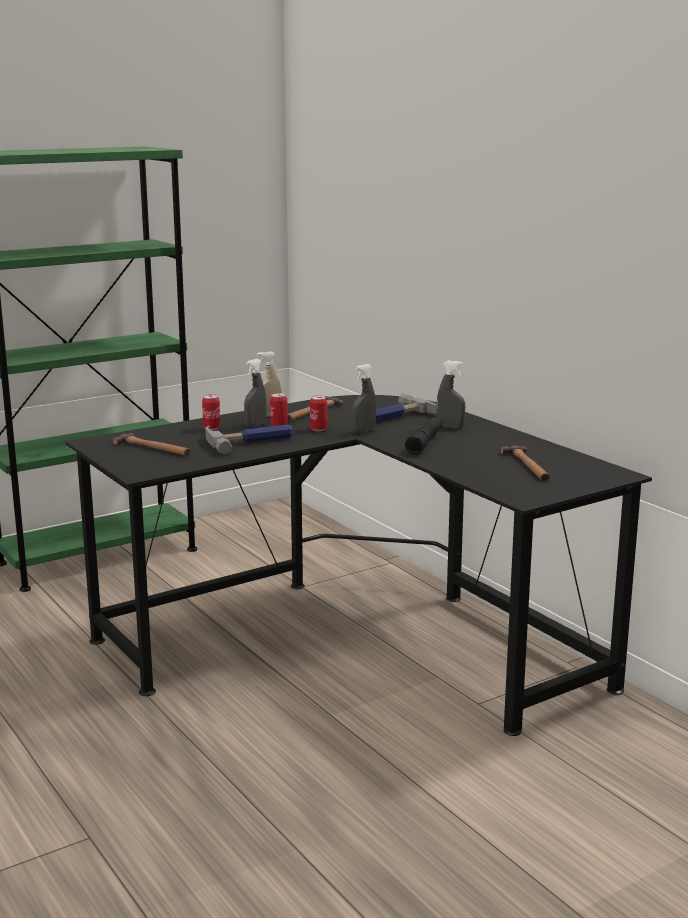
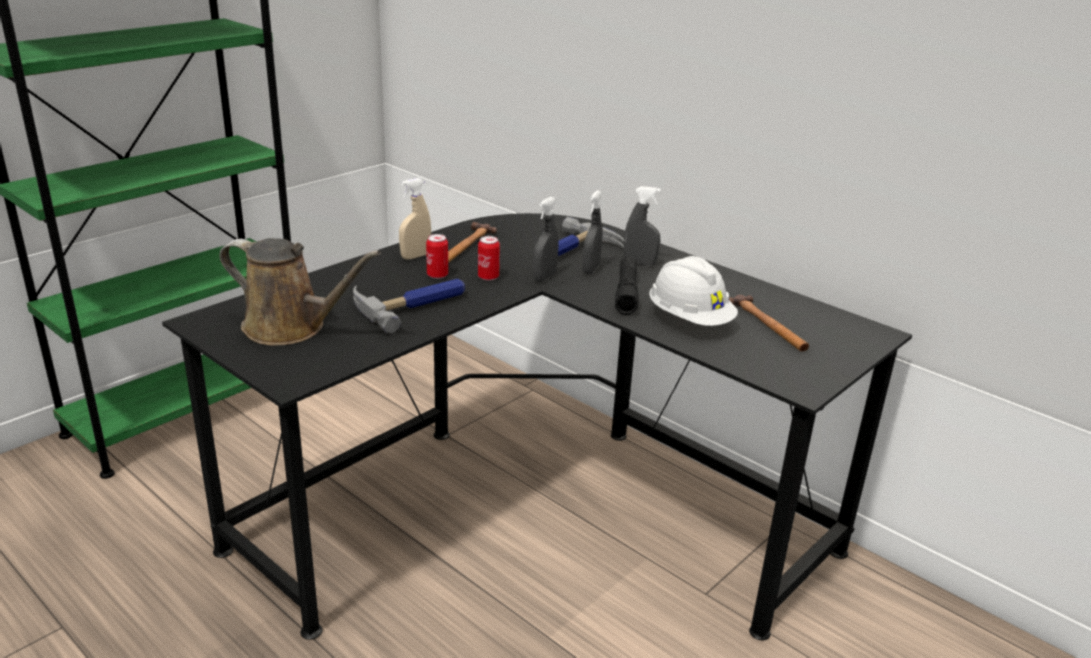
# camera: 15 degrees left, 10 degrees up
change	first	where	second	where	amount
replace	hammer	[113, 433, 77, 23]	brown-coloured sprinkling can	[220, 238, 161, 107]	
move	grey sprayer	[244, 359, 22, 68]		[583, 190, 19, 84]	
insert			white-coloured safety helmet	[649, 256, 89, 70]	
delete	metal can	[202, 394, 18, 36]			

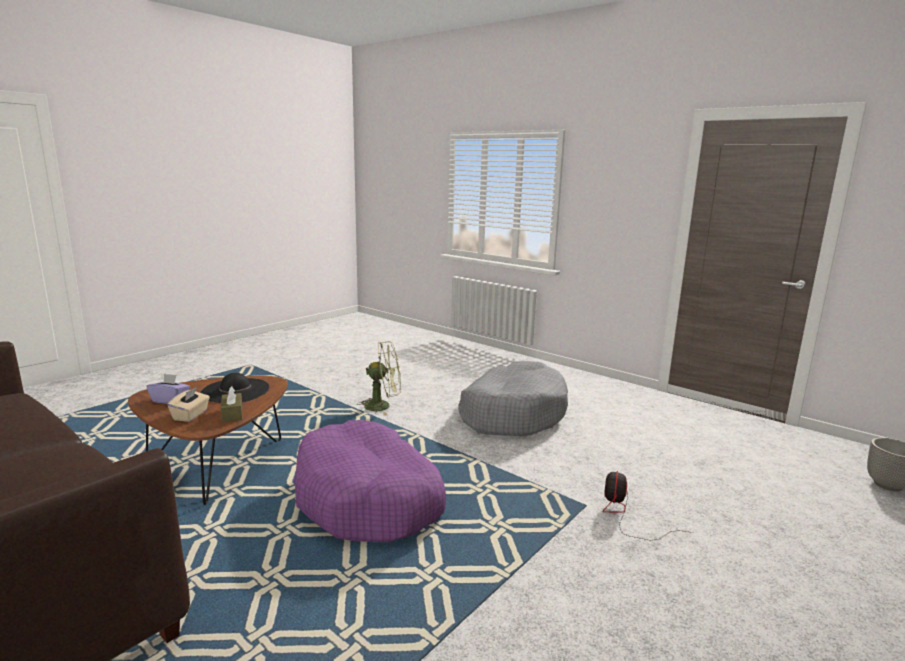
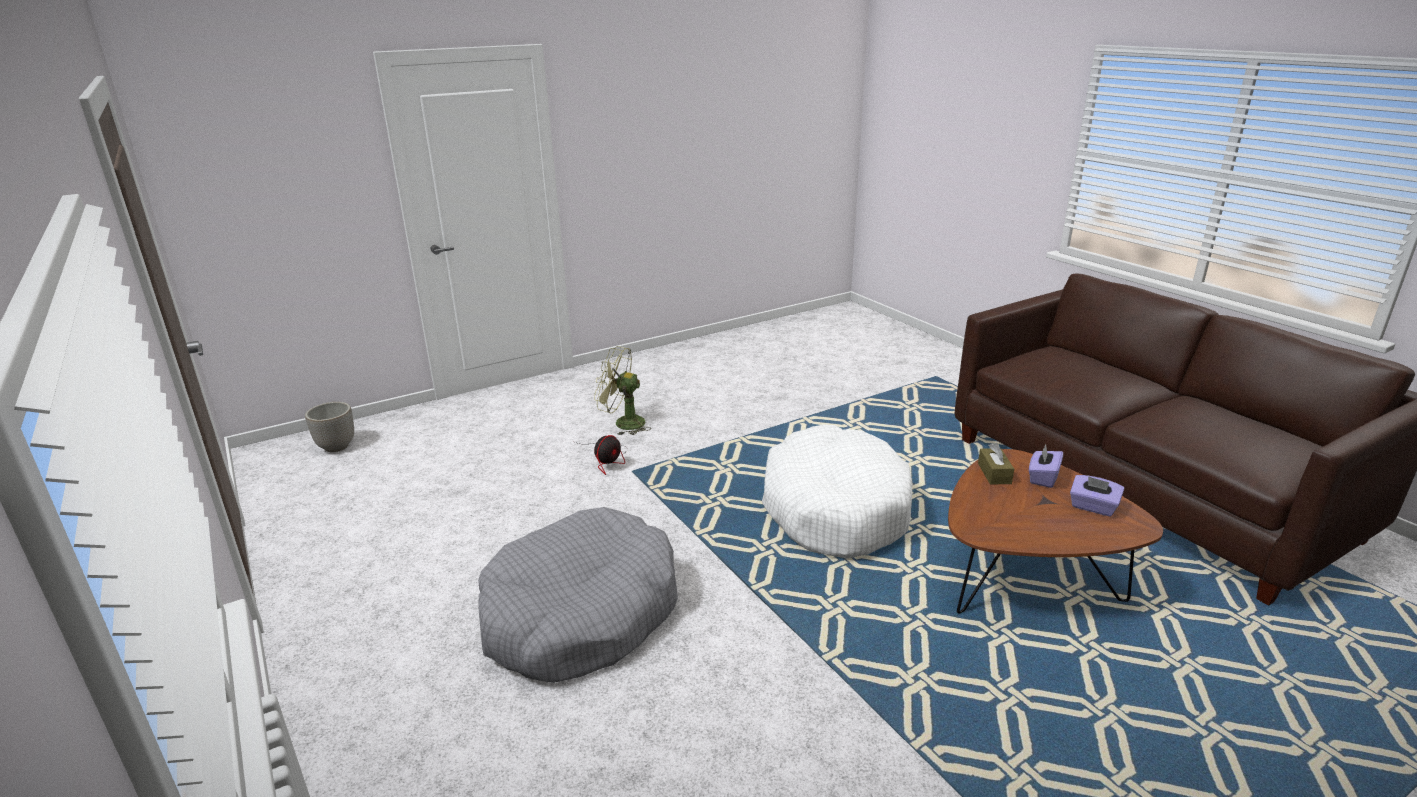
# camera: 160 degrees left, 10 degrees up
change	first	where	second	where	amount
move	green cooling fan	[357, 341, 44, 74]		[594, 346, 56, 89]	
recolor	purplish pet bed	[294, 420, 152, 122]	white-coloured pet bed	[762, 425, 150, 134]	
recolor	beige-coloured tissue box	[168, 387, 42, 35]	purplish tissue box	[1029, 445, 34, 43]	
delete	black hat	[200, 373, 69, 30]			

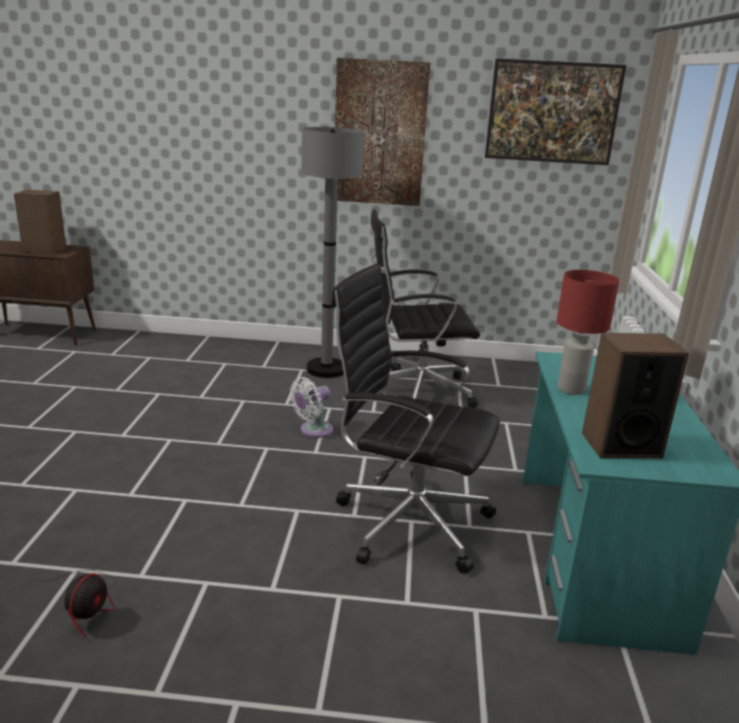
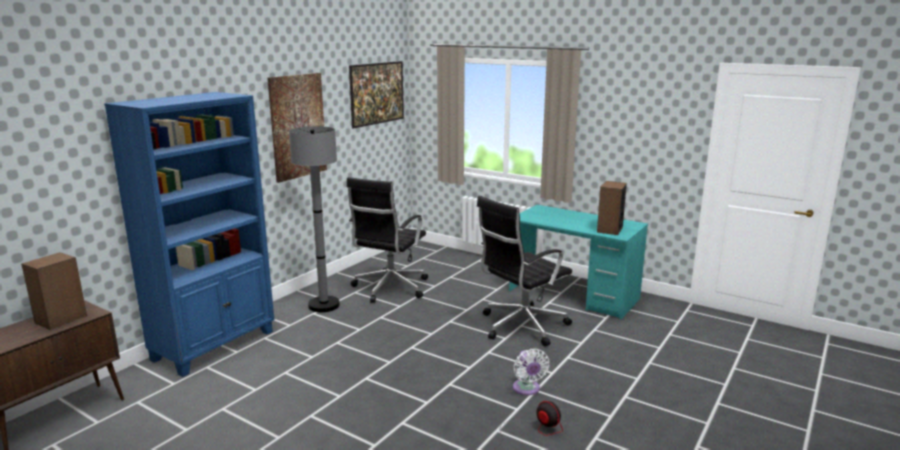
# camera: 60 degrees left, 5 degrees down
change	first	where	second	where	amount
insert			blue-coloured bookcase	[104, 92, 170, 285]	
move	white-coloured cooling fan	[290, 377, 43, 61]		[513, 349, 36, 46]	
delete	red-coloured tabletop lamp	[556, 270, 64, 125]			

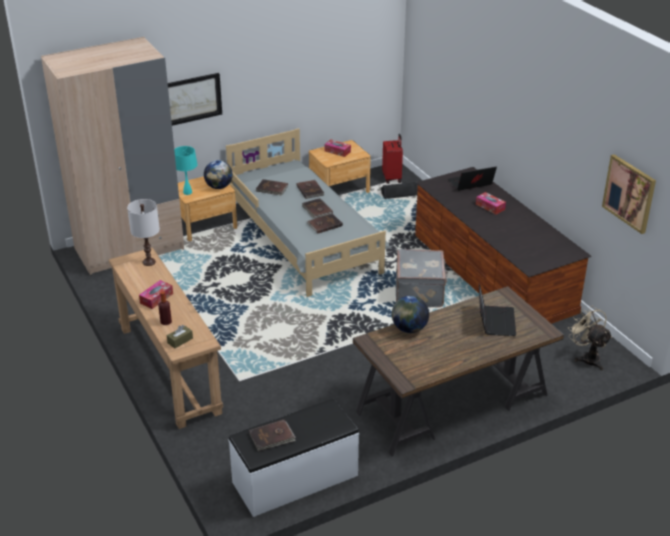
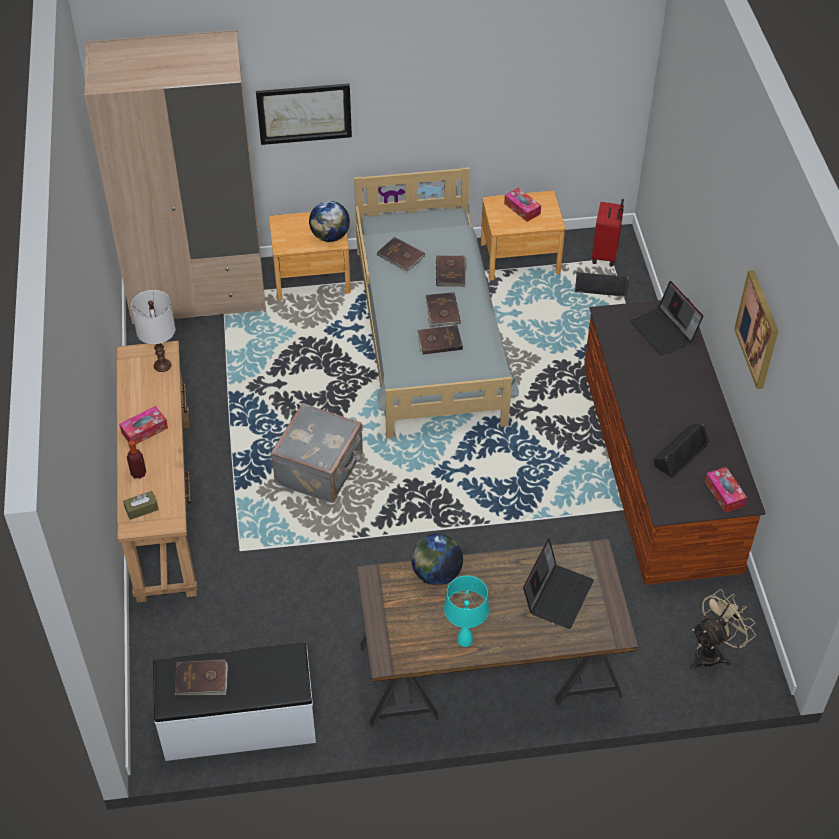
# camera: 20 degrees right, 15 degrees up
change	first	where	second	where	amount
move	grey travel case	[396, 249, 51, 58]		[271, 403, 92, 100]	
move	blue-green tabletop lamp	[174, 146, 24, 49]		[444, 576, 45, 71]	
rotate	portable computer	[448, 166, 49, 25]		[630, 281, 73, 75]	120 degrees counterclockwise
insert			black audio speaker	[653, 423, 57, 56]	
rotate	beige-coloured cooling fan	[568, 306, 44, 64]		[690, 589, 66, 81]	60 degrees clockwise
move	tissue box	[476, 192, 30, 23]		[705, 467, 42, 46]	
move	picture	[602, 154, 54, 80]		[734, 270, 44, 119]	

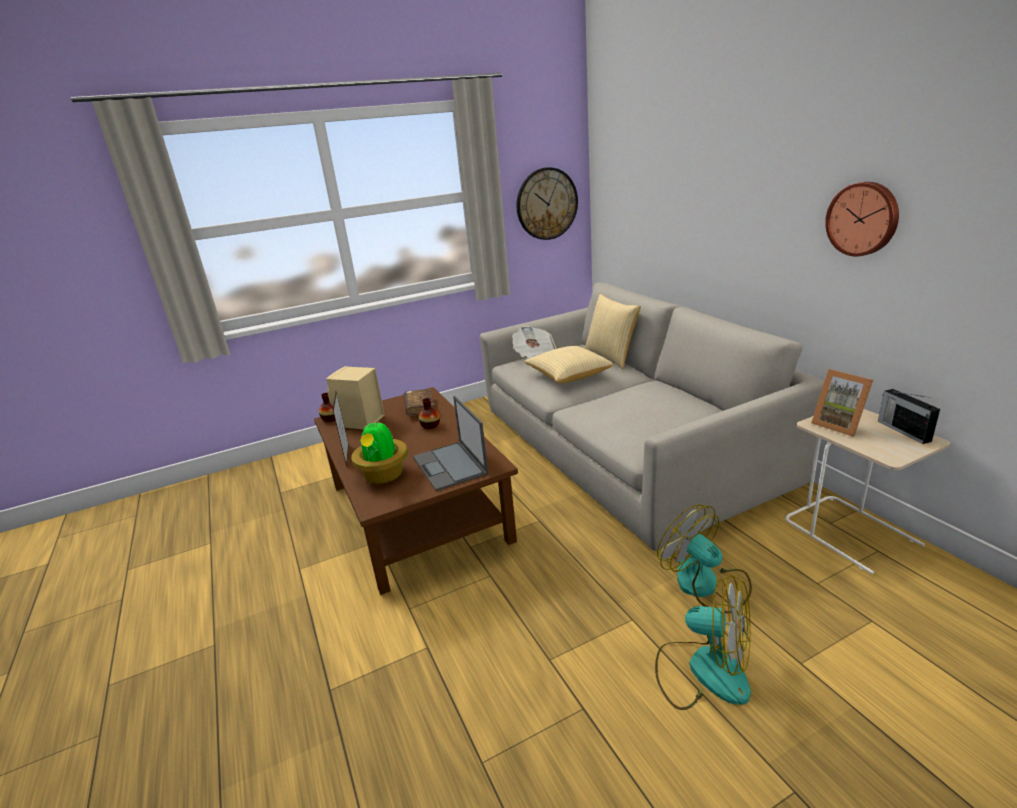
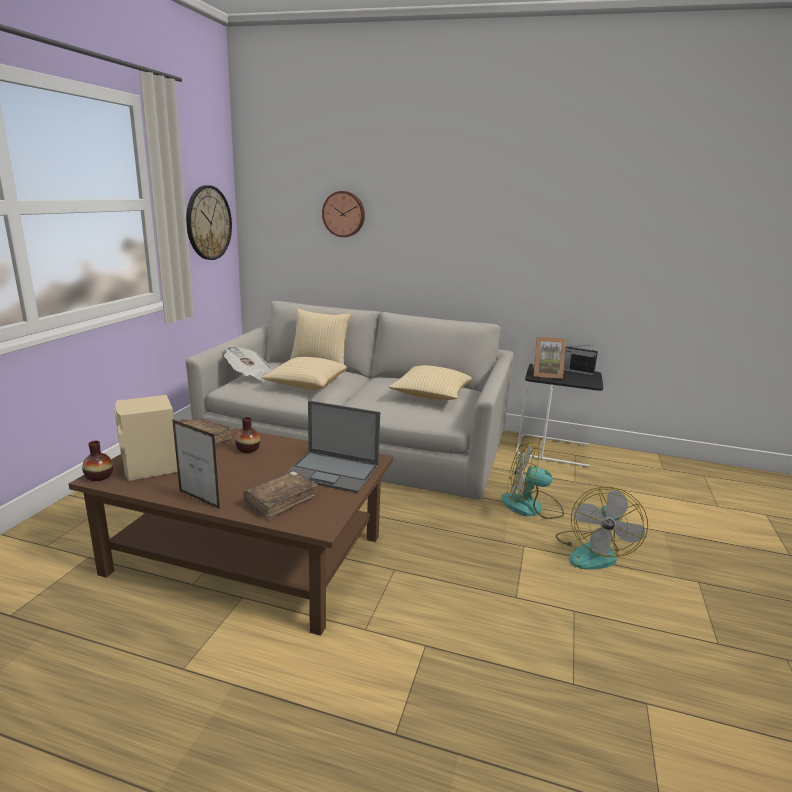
# camera: 50 degrees left, 5 degrees down
change	first	where	second	where	amount
replace	potted plant	[351, 418, 57, 66]	brown-coloured bound book	[244, 471, 74, 49]	
move	hanging clock	[825, 182, 74, 74]		[322, 191, 43, 46]	
insert			throw pillow	[389, 365, 83, 35]	
recolor	beige-coloured accent table	[785, 409, 165, 166]	black accent table	[516, 364, 87, 103]	
rotate	cooling fan	[655, 574, 96, 136]		[556, 487, 92, 83]	135 degrees clockwise

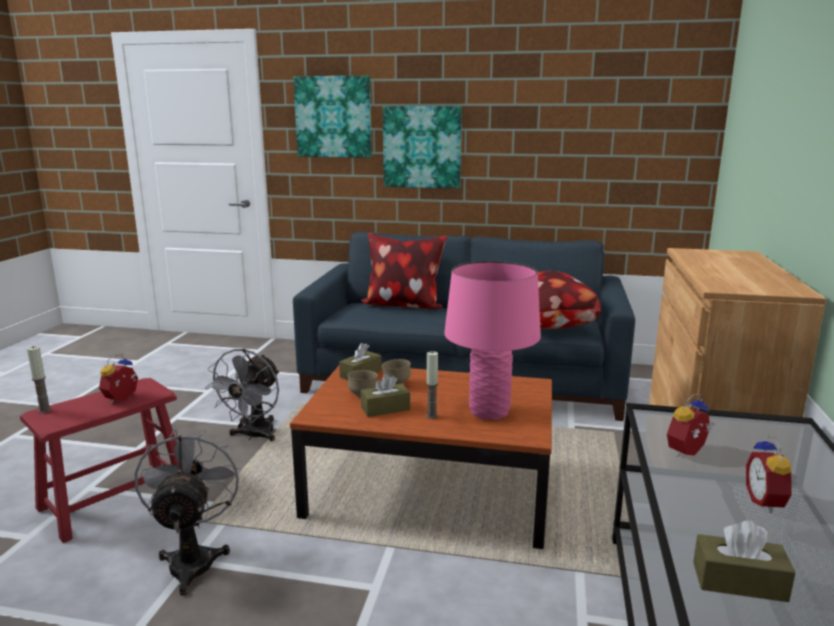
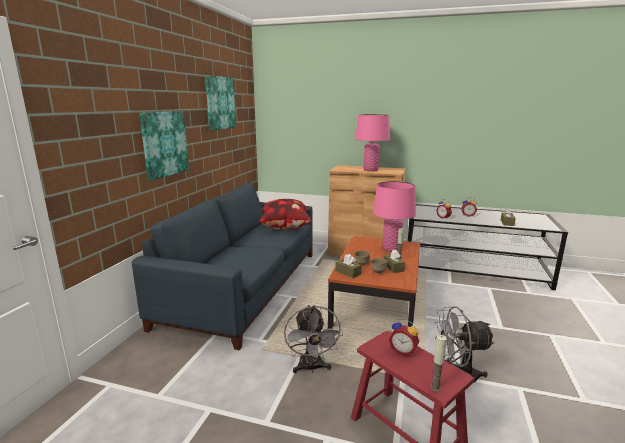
# camera: 85 degrees left, 0 degrees up
change	first	where	second	where	amount
move	picture	[293, 75, 79, 83]		[205, 75, 31, 56]	
rotate	grey cooling fan	[205, 348, 74, 93]		[284, 305, 59, 68]	60 degrees clockwise
insert			pink tabletop lamp	[355, 114, 35, 58]	
delete	throw pillow	[360, 233, 87, 76]			

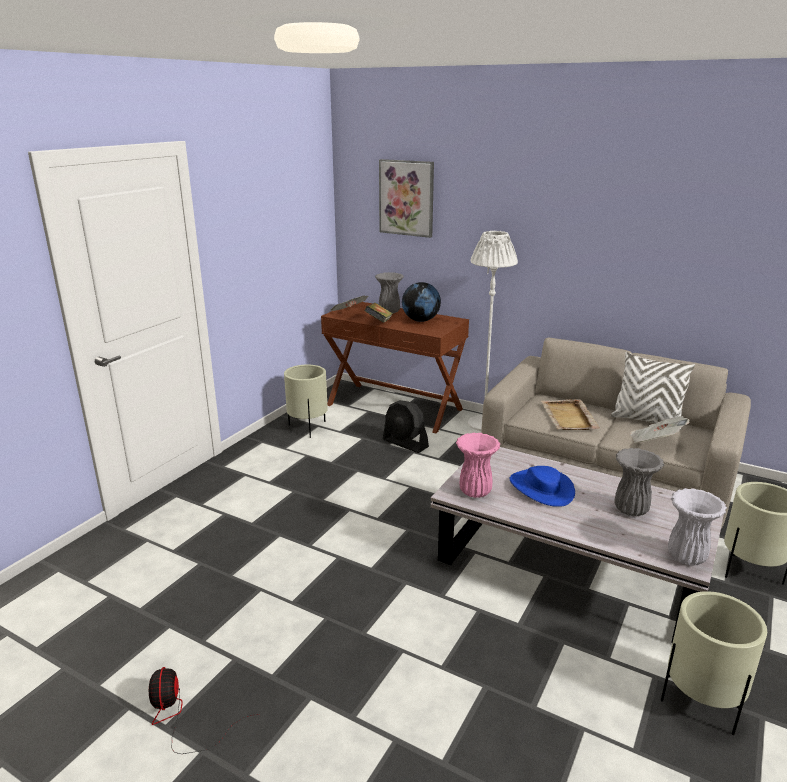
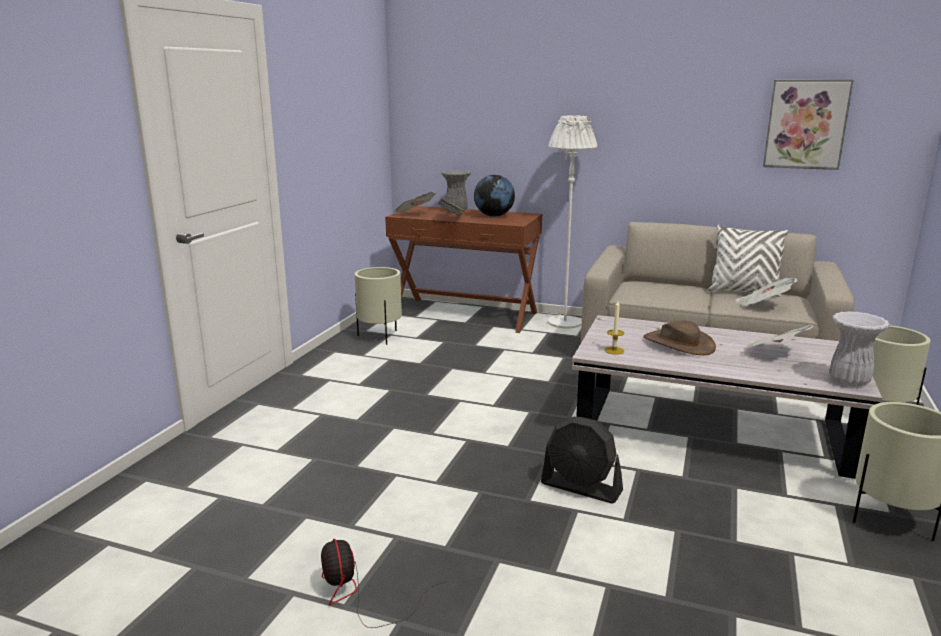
# camera: 10 degrees left, 5 degrees down
change	first	where	second	where	amount
move	black cooling fan	[383, 400, 46, 53]		[541, 417, 82, 87]	
replace	pink flower vase	[456, 433, 44, 65]	wax candle	[604, 301, 20, 54]	
recolor	blue-coloured hat	[509, 466, 66, 41]	brown-coloured hat	[643, 320, 73, 35]	
replace	grey flower vase	[614, 448, 50, 68]	newspaper	[744, 325, 70, 24]	
move	picture	[379, 159, 55, 79]		[763, 79, 91, 91]	
delete	beige-coloured carrying tray	[541, 399, 59, 31]			

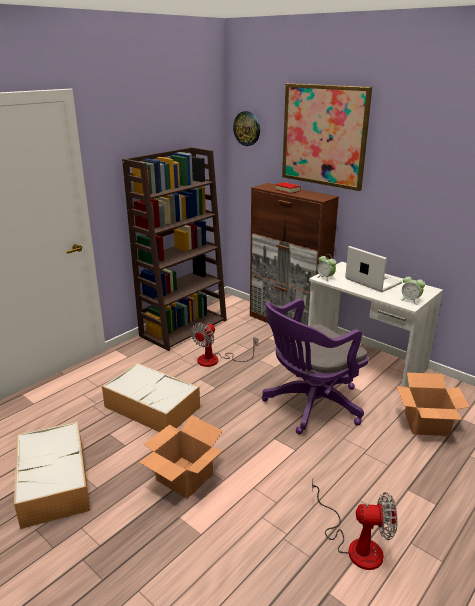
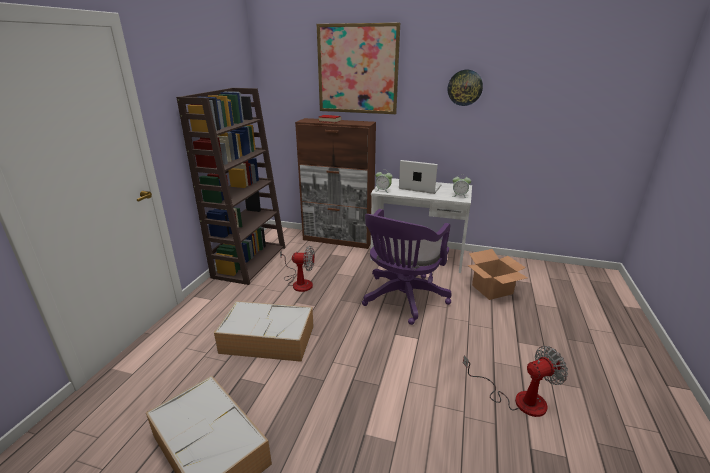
# camera: 25 degrees left, 0 degrees up
change	first	where	second	where	amount
rotate	cooling fan	[191, 322, 67, 45]		[280, 246, 35, 46]	90 degrees counterclockwise
move	hanging clock	[233, 111, 27, 35]		[448, 70, 35, 36]	
delete	cardboard box	[139, 415, 84, 84]			

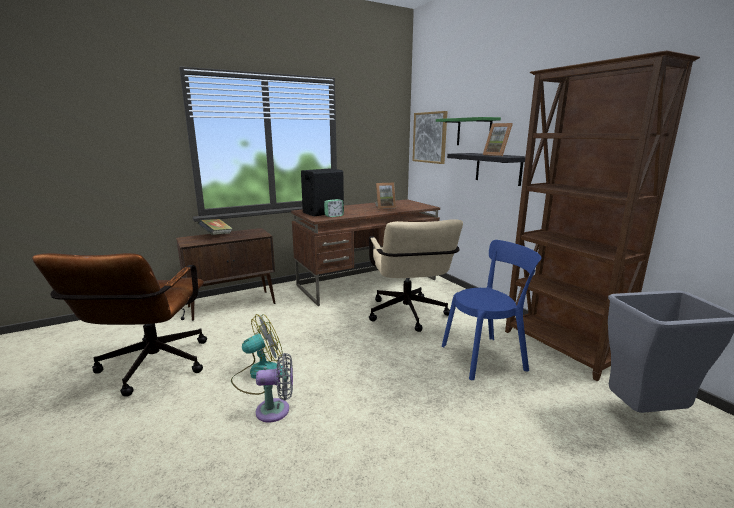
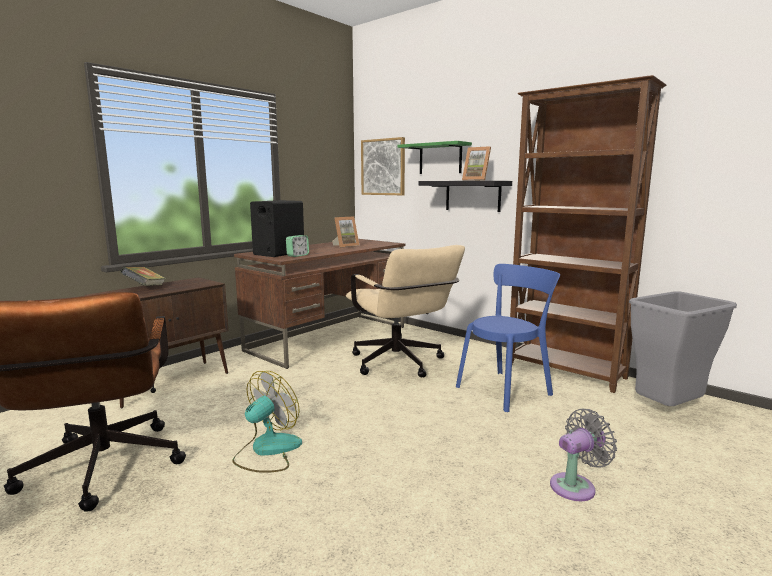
# camera: 20 degrees left, 5 degrees down
change	first	where	second	where	amount
move	grey cooling fan	[256, 353, 37, 69]		[550, 409, 67, 92]	

